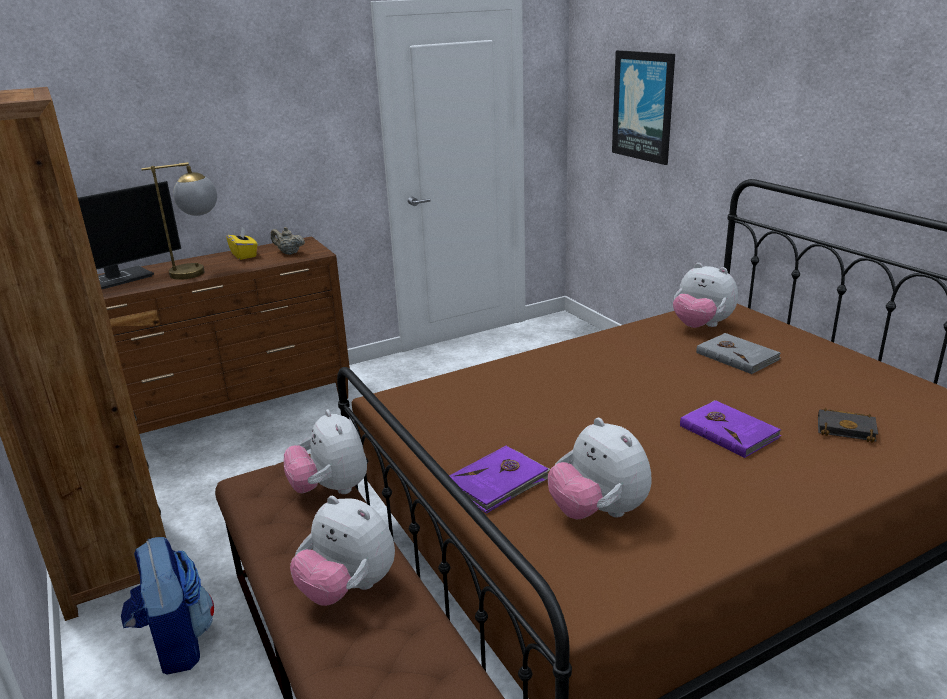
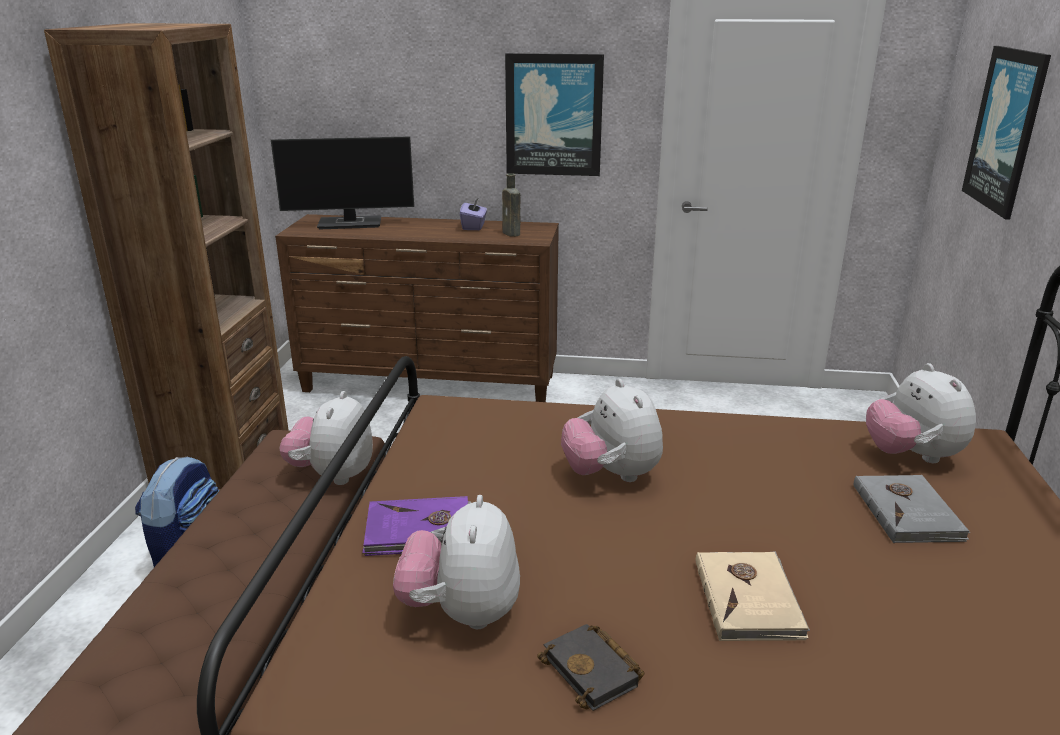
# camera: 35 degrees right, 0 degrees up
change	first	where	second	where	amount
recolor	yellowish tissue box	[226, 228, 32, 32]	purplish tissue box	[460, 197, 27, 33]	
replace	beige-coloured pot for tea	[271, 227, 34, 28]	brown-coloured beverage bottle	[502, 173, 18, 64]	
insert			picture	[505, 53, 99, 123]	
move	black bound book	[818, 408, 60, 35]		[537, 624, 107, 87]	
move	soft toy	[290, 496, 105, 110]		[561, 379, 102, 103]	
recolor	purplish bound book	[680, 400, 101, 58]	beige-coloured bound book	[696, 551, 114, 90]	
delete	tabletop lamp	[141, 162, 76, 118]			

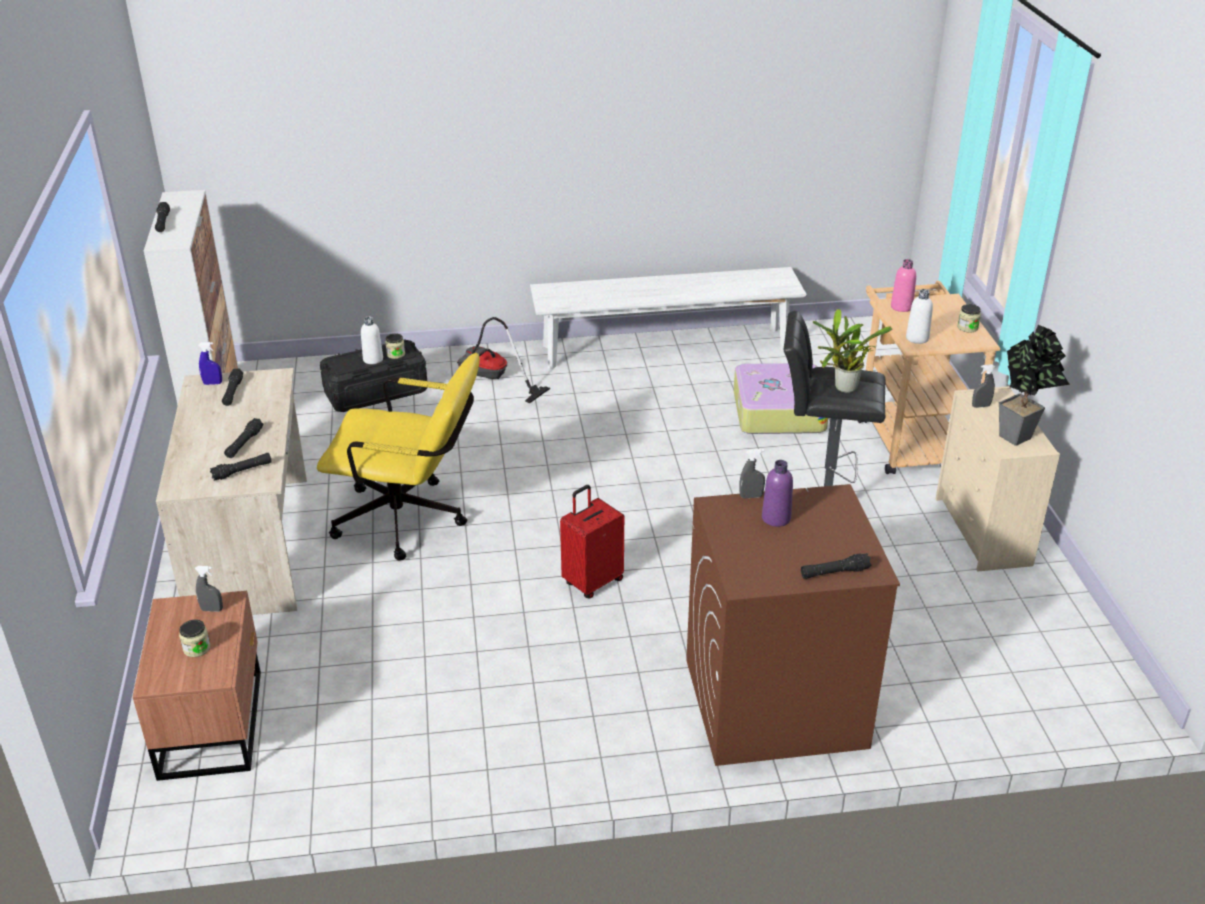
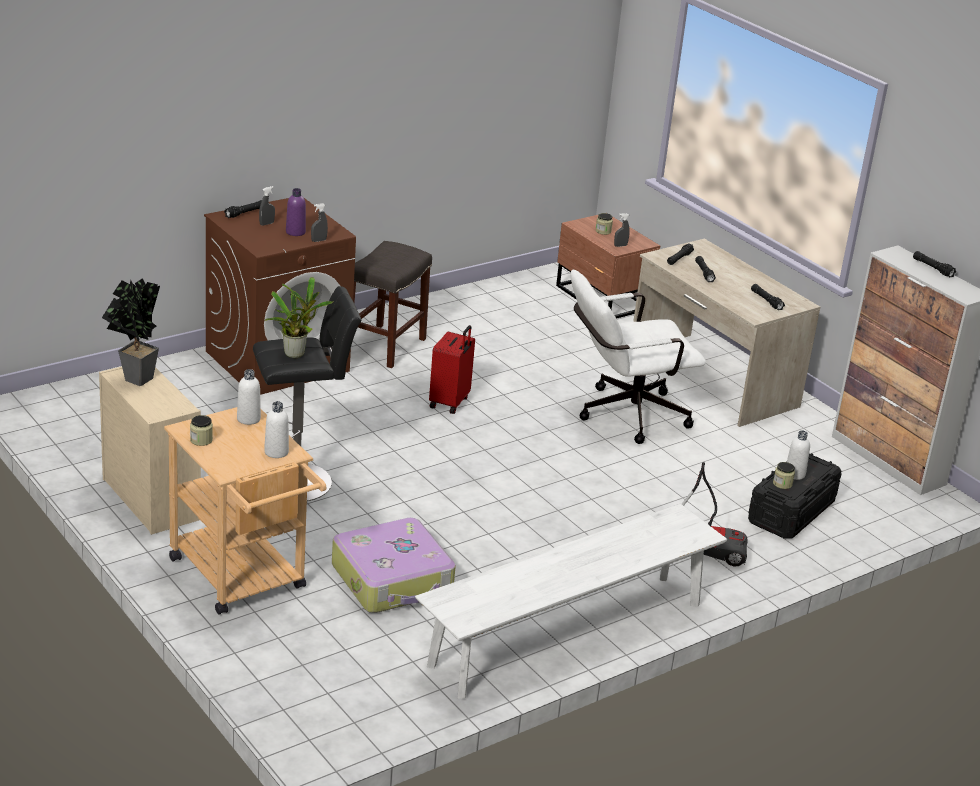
# camera: 150 degrees right, 5 degrees down
change	first	where	second	where	amount
move	grey sprayer	[972, 364, 23, 44]		[259, 186, 16, 40]	
recolor	pink beverage bottle	[891, 259, 25, 53]	white-coloured beverage bottle	[264, 401, 25, 57]	
insert			grey stool	[353, 241, 79, 127]	
recolor	yellowish computer chair	[317, 353, 163, 208]	white-coloured computer chair	[570, 270, 136, 174]	
delete	blue-coloured sprayer	[198, 342, 24, 43]			

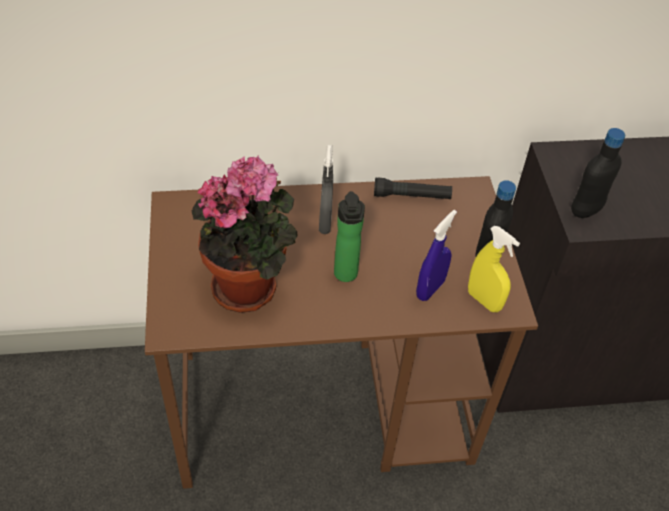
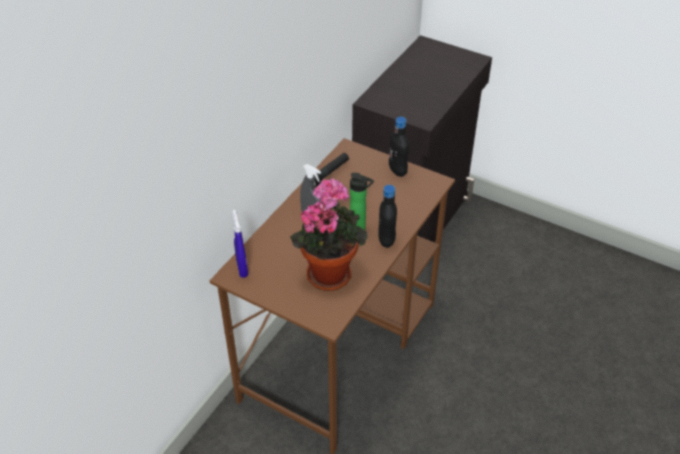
# camera: 50 degrees left, 5 degrees down
change	first	where	second	where	amount
move	blue-coloured sprayer	[416, 210, 41, 91]		[233, 210, 15, 68]	
move	black beverage bottle	[571, 128, 54, 90]		[378, 185, 19, 63]	
delete	yellowish sprayer	[468, 226, 52, 86]			

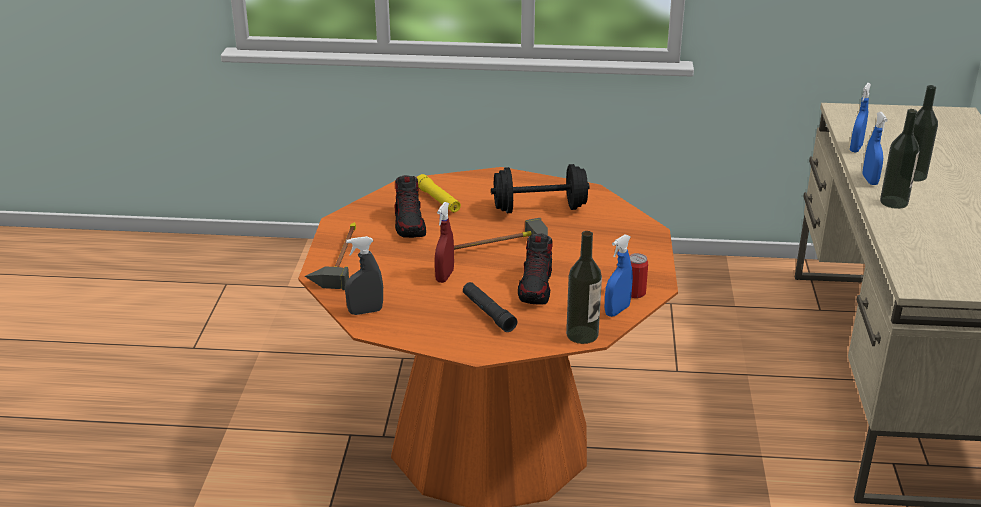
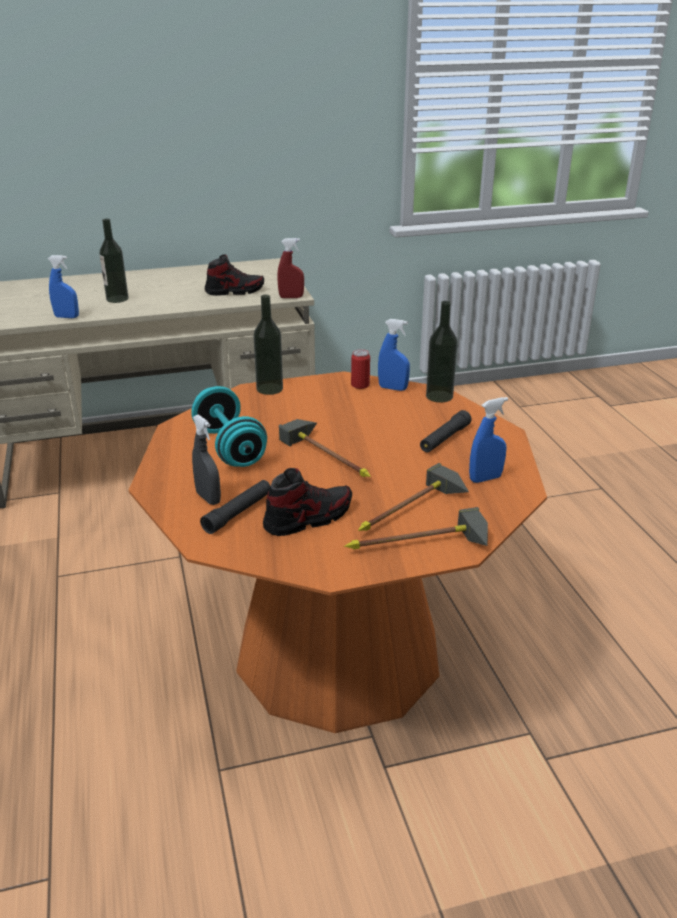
# camera: 110 degrees left, 0 degrees up
change	first	where	second	where	amount
recolor	black hand weight	[491, 164, 98, 49]	blue-green hand weight	[191, 386, 76, 81]	
move	grey sprayer	[345, 236, 38, 79]		[192, 414, 29, 91]	
recolor	yellowish flashlight	[417, 174, 44, 38]	black flashlight	[200, 480, 70, 54]	
move	item of footwear	[518, 233, 35, 72]		[205, 254, 59, 42]	
move	beverage bottle	[880, 109, 39, 100]		[254, 294, 29, 101]	
move	red-coloured sprayer	[435, 202, 19, 81]		[277, 238, 27, 60]	
insert			hammer	[358, 463, 111, 68]	
move	blue-coloured sprayer	[862, 112, 26, 73]		[469, 397, 39, 86]	

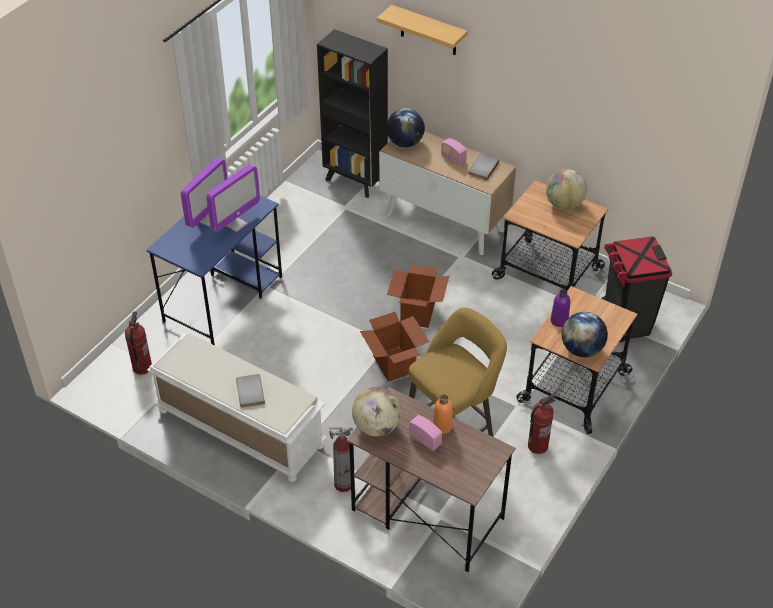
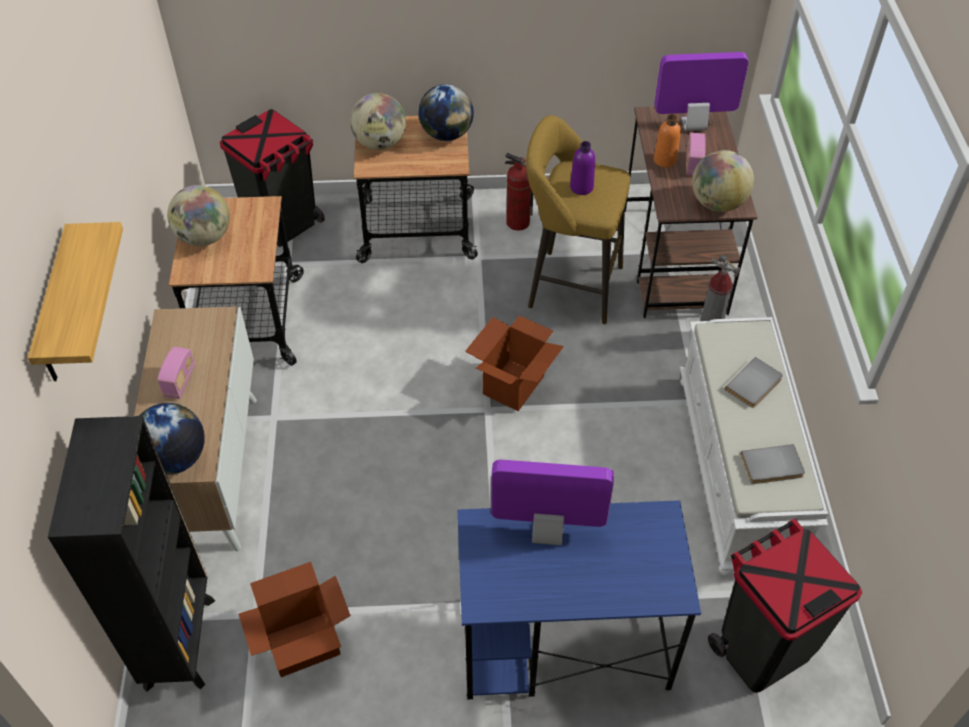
# camera: 125 degrees left, 5 degrees up
change	first	where	second	where	amount
move	cardboard box	[387, 264, 62, 64]		[239, 562, 112, 115]	
insert			globe	[350, 93, 56, 57]	
move	purplish beverage bottle	[550, 289, 20, 38]		[570, 141, 25, 54]	
move	computer screen	[181, 158, 46, 70]		[654, 52, 95, 79]	
replace	fire-fighting cylinder	[125, 312, 27, 63]	black waste bin	[708, 518, 154, 175]	
move	grey bound book	[468, 154, 31, 26]		[740, 444, 65, 40]	

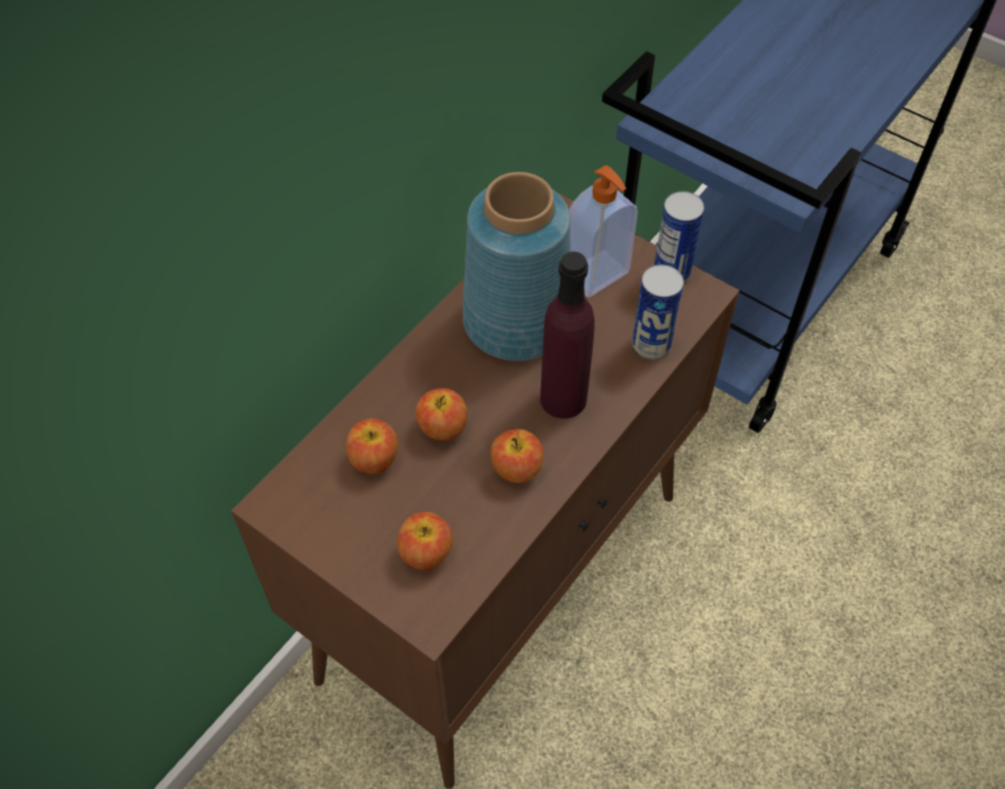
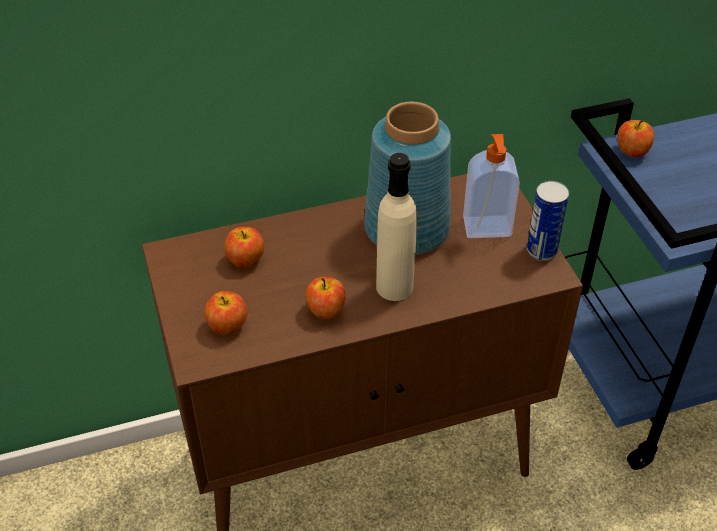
# camera: 35 degrees right, 10 degrees down
change	first	where	second	where	amount
recolor	purplish beverage bottle	[540, 251, 55, 168]	beige-coloured beverage bottle	[376, 153, 41, 148]	
move	apple fruit	[415, 388, 53, 53]		[617, 120, 37, 37]	
delete	metal can	[632, 264, 52, 96]			

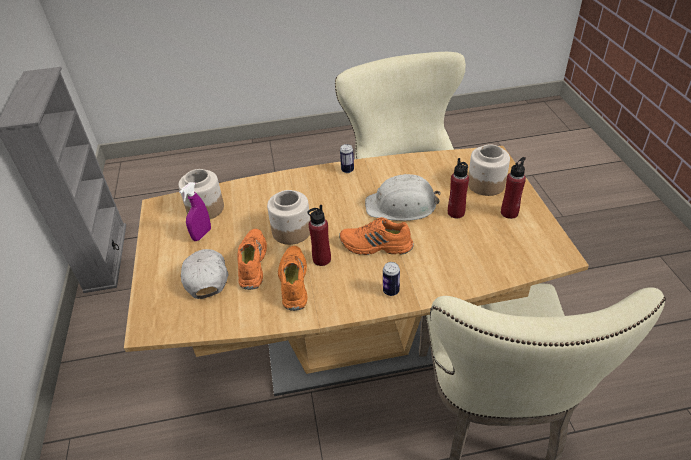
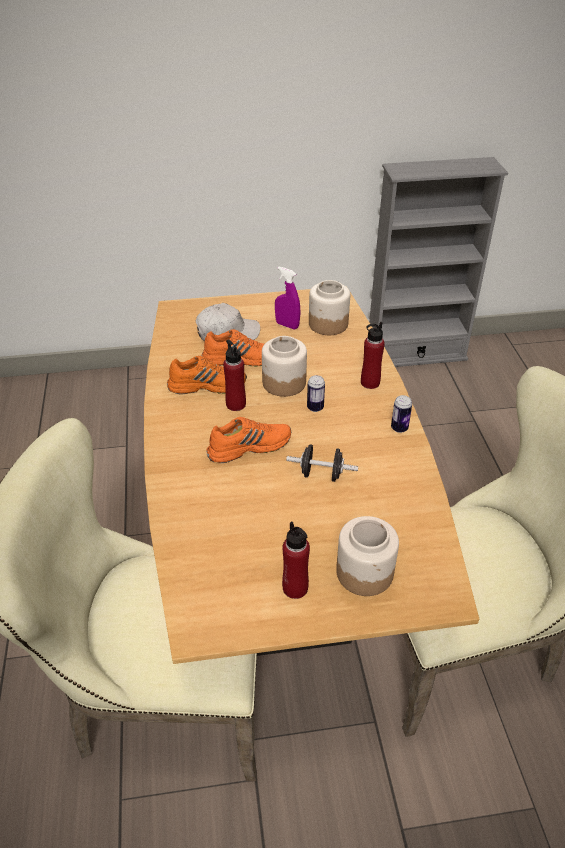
# camera: 90 degrees right, 0 degrees up
change	first	where	second	where	amount
rotate	orange-coloured item of footwear	[339, 217, 75, 38]		[206, 417, 85, 46]	60 degrees clockwise
replace	white-coloured safety helmet	[365, 174, 76, 47]	black hand weight	[286, 445, 72, 37]	
move	metal can	[383, 262, 17, 34]		[307, 375, 18, 37]	
move	red-coloured beverage bottle	[448, 158, 21, 60]		[361, 322, 24, 67]	

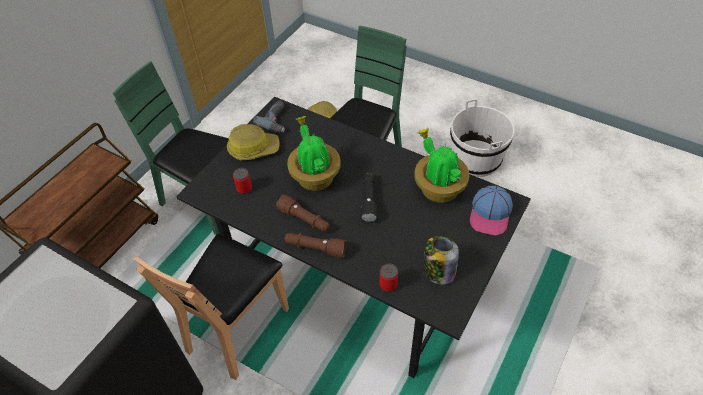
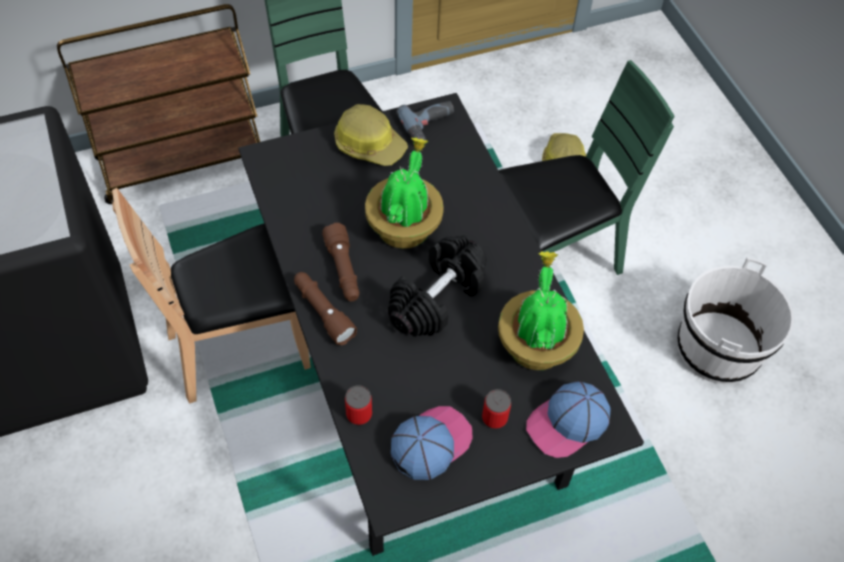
# camera: 35 degrees right, 5 degrees up
change	first	where	second	where	amount
replace	black flashlight	[360, 171, 18, 53]	black hand weight	[388, 236, 99, 101]	
replace	preserve jar	[423, 236, 36, 49]	cap	[391, 406, 82, 74]	
move	metal can	[233, 168, 19, 26]		[482, 389, 29, 40]	

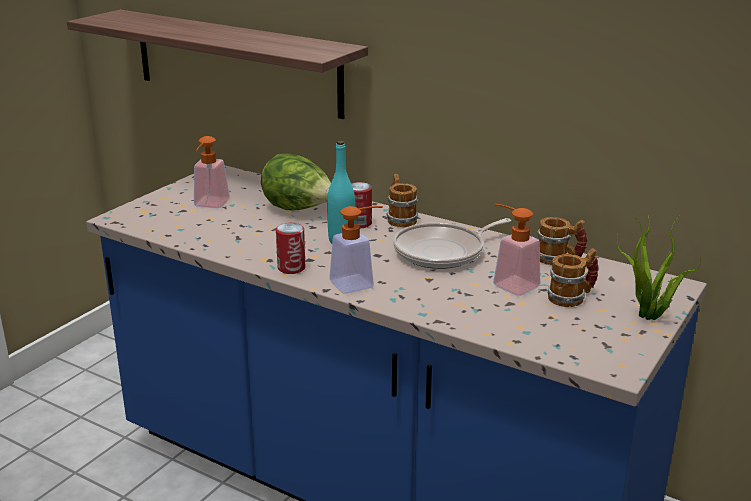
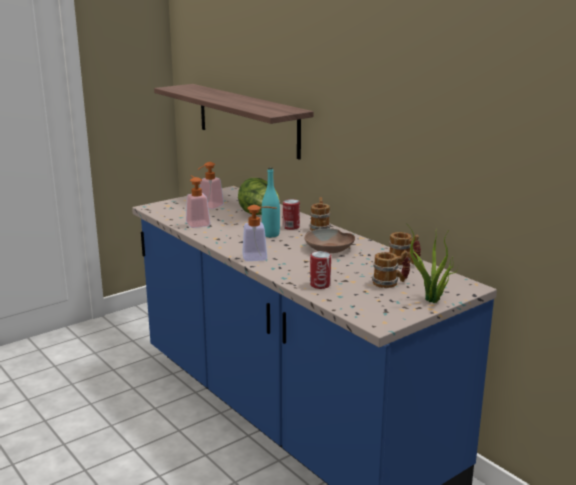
# camera: 20 degrees right, 5 degrees down
change	first	where	second	where	amount
move	liquid soap bottle	[493, 204, 47, 92]		[186, 176, 24, 52]	
replace	frying pan	[393, 218, 118, 51]	brown-coloured serving bowl	[304, 229, 51, 24]	
move	metal can	[276, 223, 29, 51]		[310, 251, 21, 38]	

